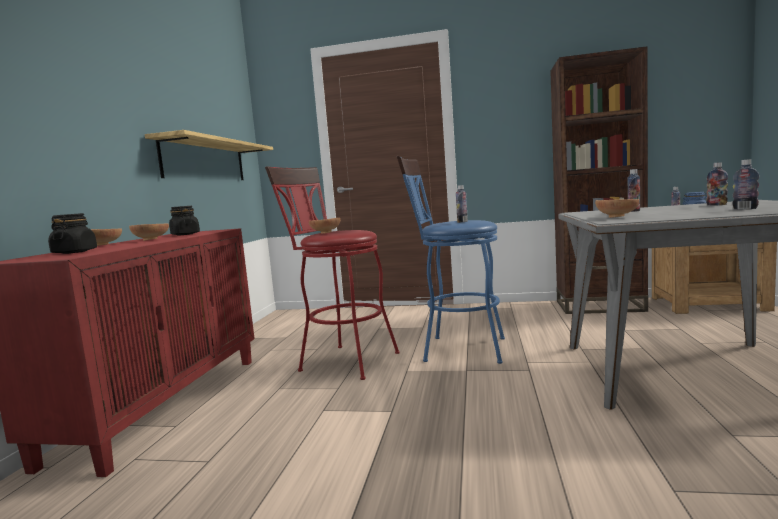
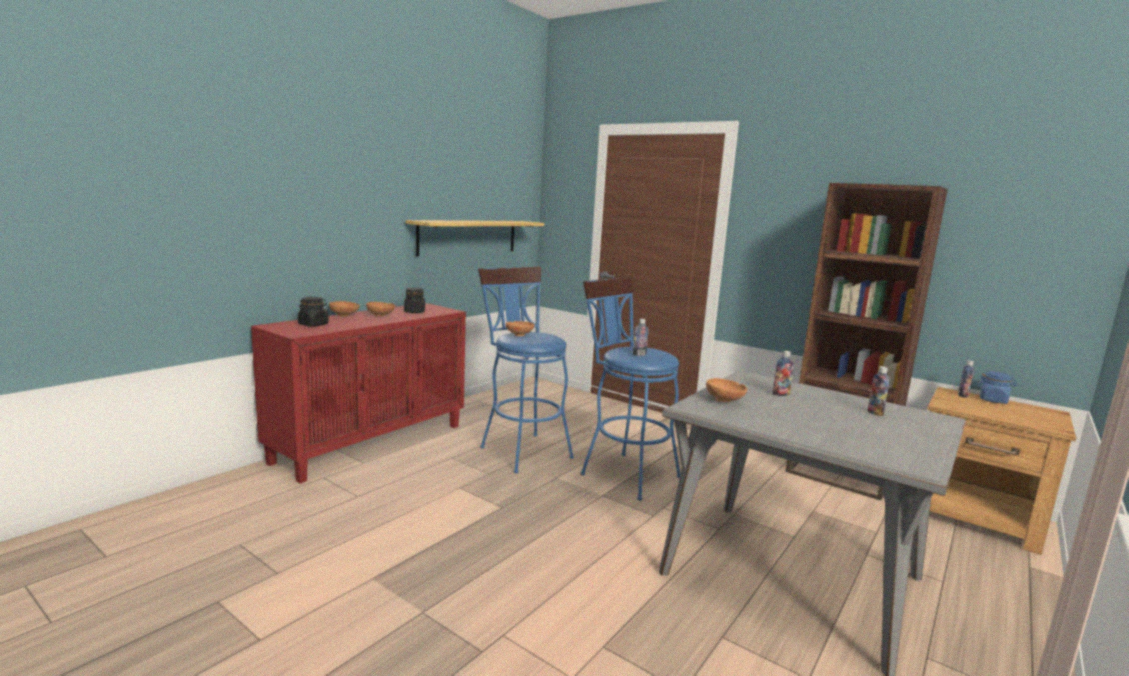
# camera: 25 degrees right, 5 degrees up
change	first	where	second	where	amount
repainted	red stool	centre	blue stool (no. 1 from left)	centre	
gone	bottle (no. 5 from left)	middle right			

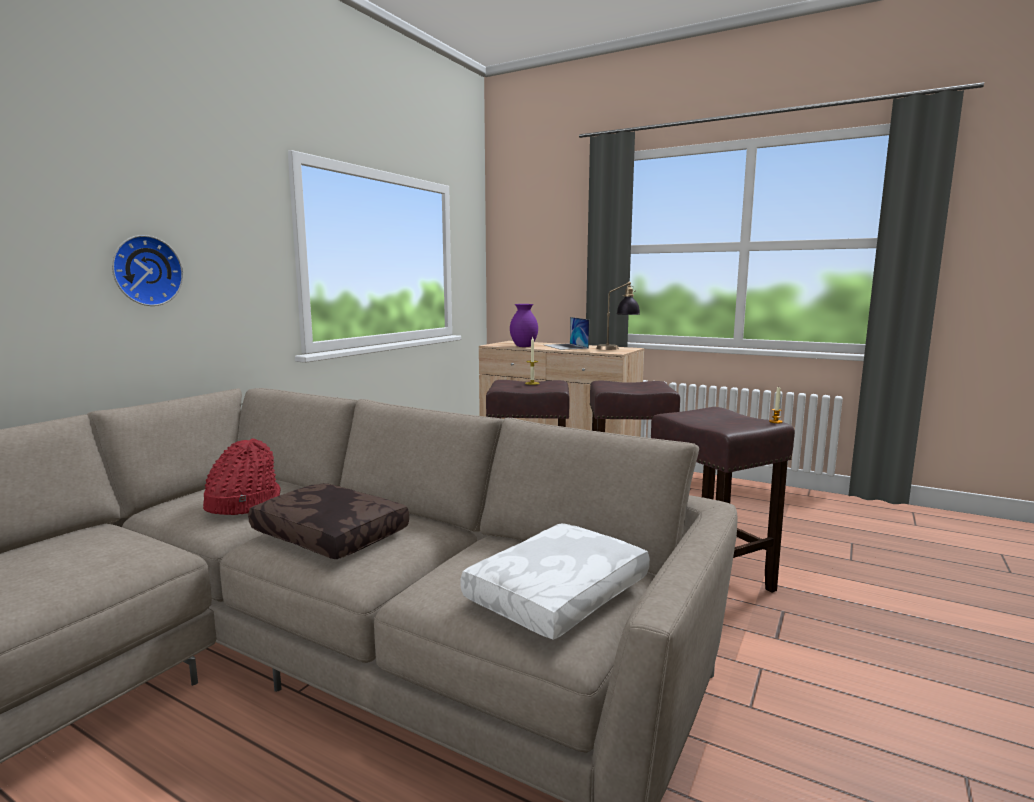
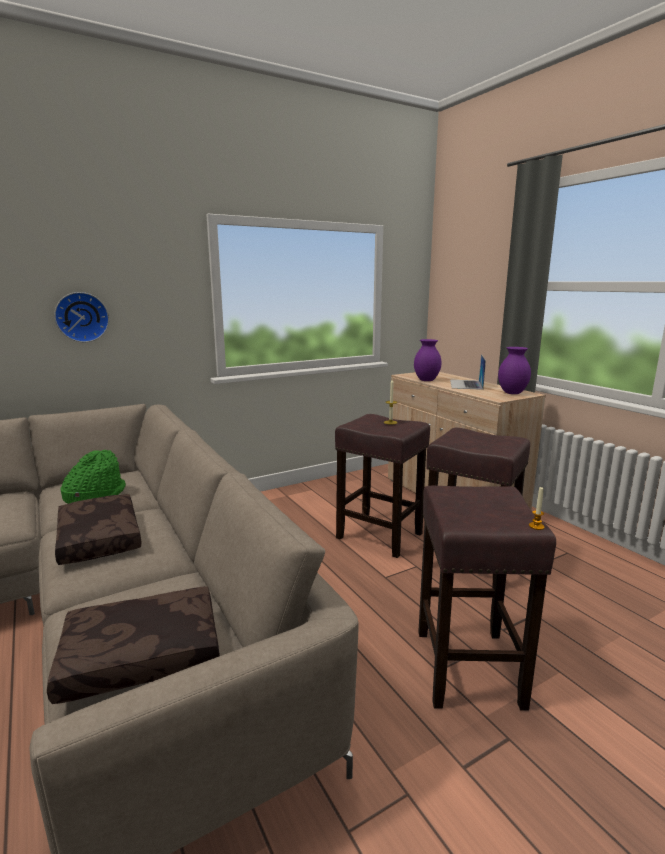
# camera: 30 degrees right, 5 degrees up
change	first	where	second	where	amount
repainted	red hat	middle left	green hat	middle left	
repainted	white pillow	bottom centre	brown pillow (no. 2 from left)	bottom left	
swapped	table lamp	centre	purple vase (no. 2 from left)	middle right	

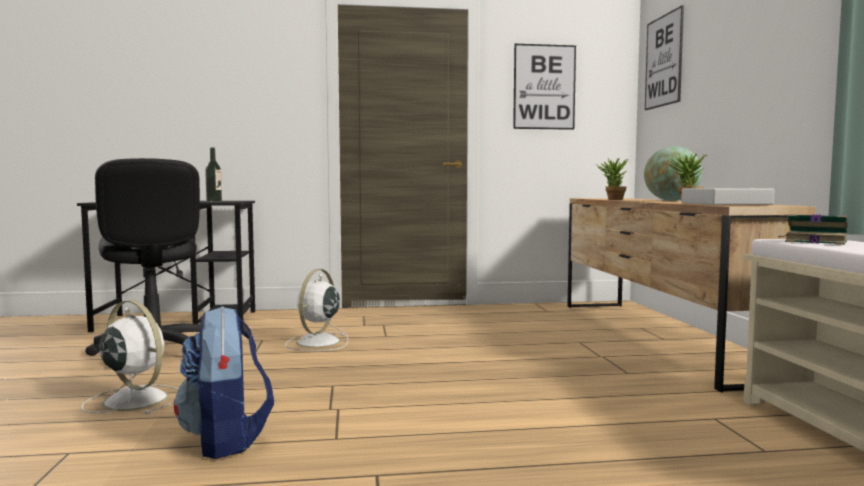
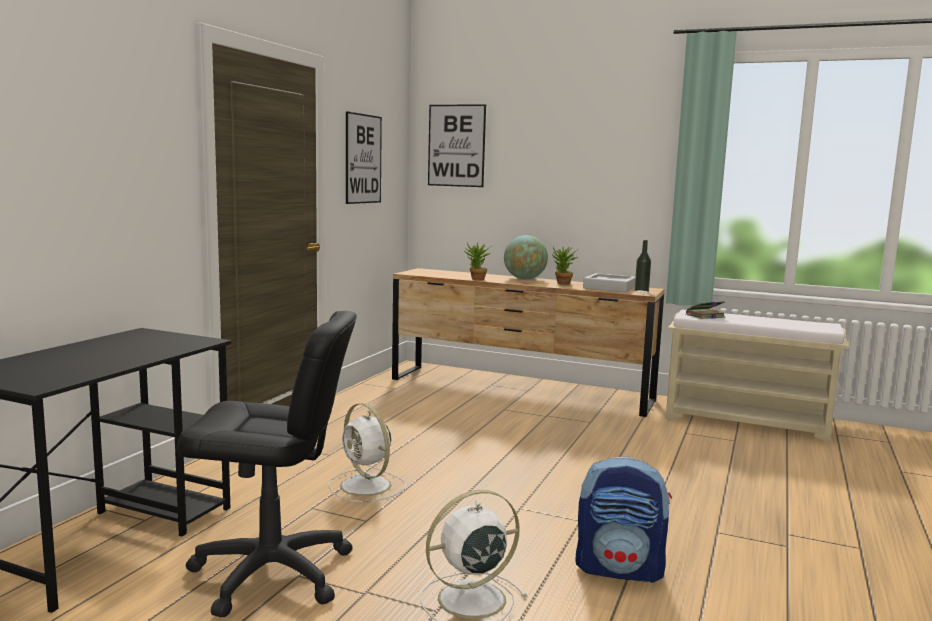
# camera: 60 degrees left, 5 degrees up
change	first	where	second	where	amount
shifted	bottle	middle left		middle right	

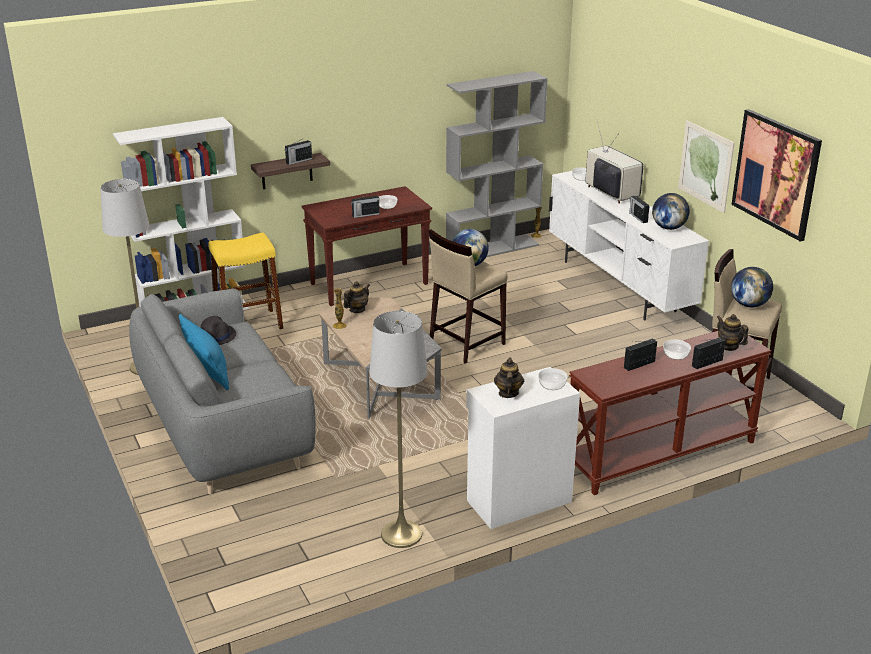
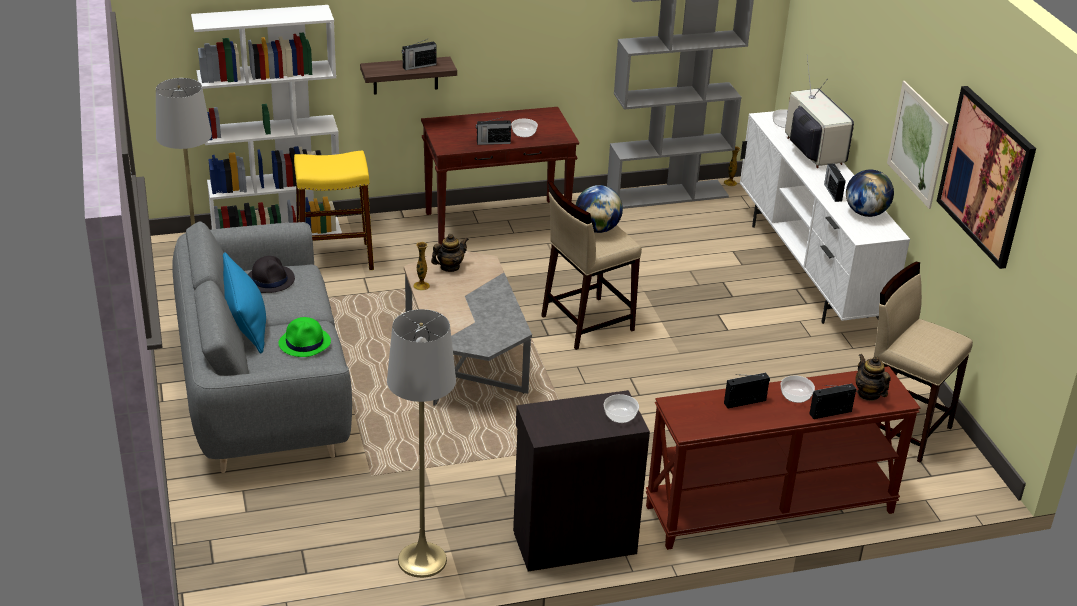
# camera: 10 degrees right, 5 degrees up
change	first	where	second	where	amount
repainted	white cabinet	bottom centre	black cabinet	bottom centre	
gone	teapot (no. 2 from left)	centre			
gone	globe (no. 3 from left)	middle right			
new			green hat	middle left	

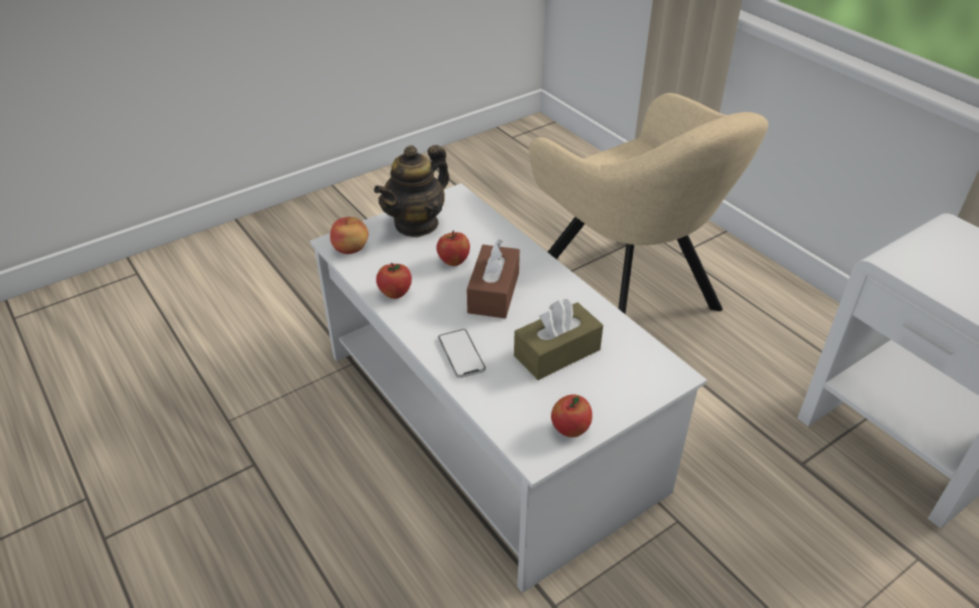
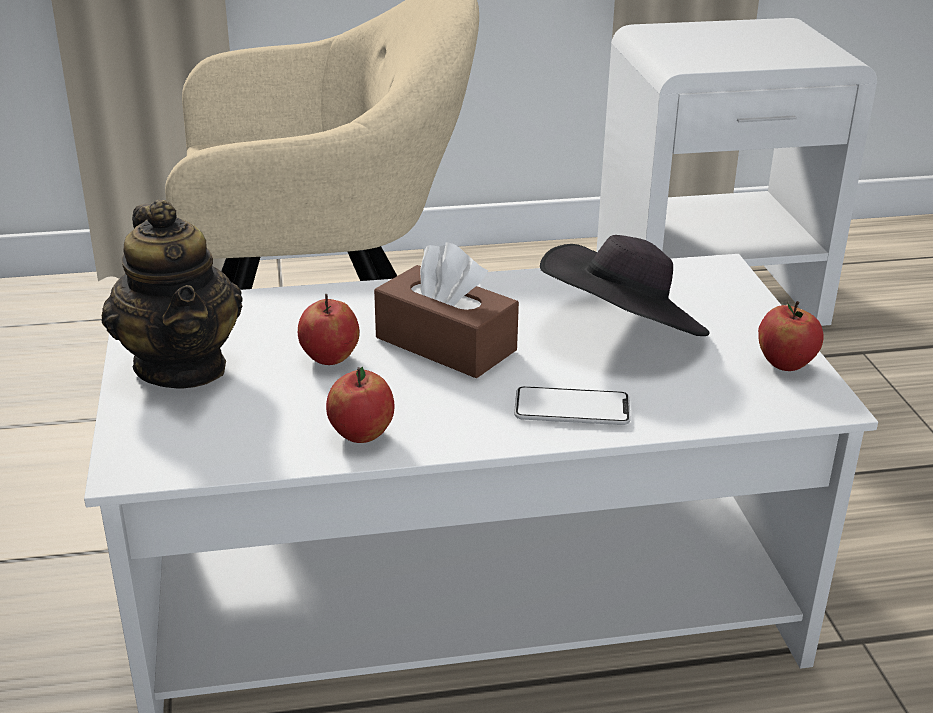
# camera: 65 degrees left, 10 degrees down
change	first	where	second	where	amount
gone	apple (no. 1 from left)	centre			
swapped	brown tissue box (no. 2 from left)	centre	black hat	middle right	

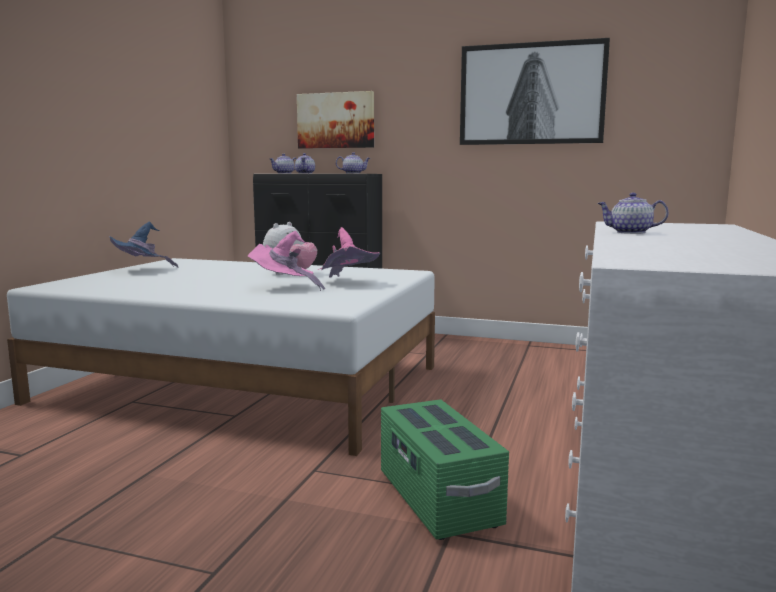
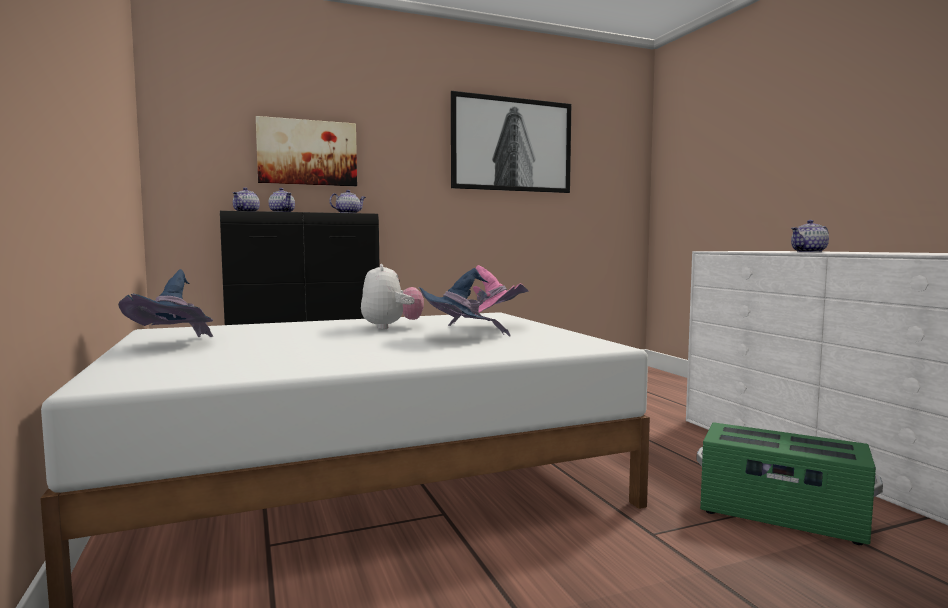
# camera: 40 degrees left, 5 degrees down
change	first	where	second	where	amount
repainted	pink hat (no. 1 from left)	centre	blue hat (no. 2 from left)	centre	

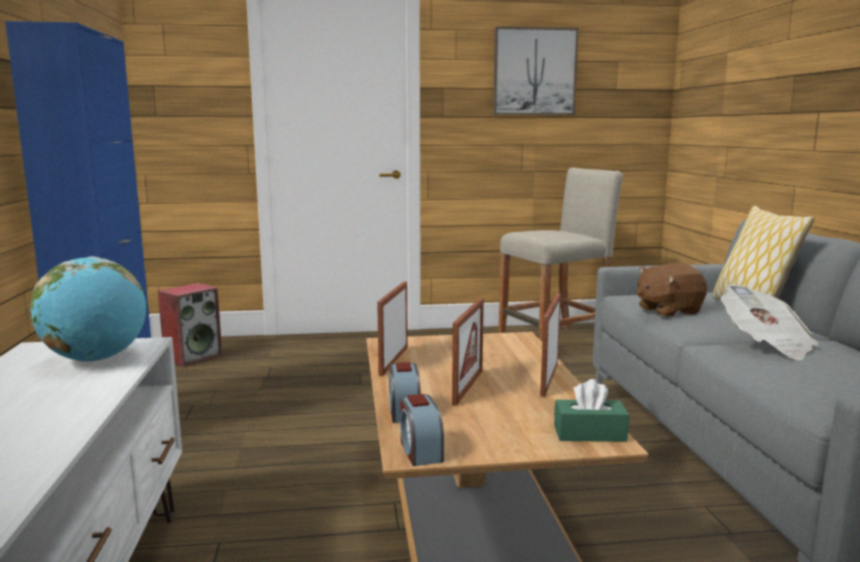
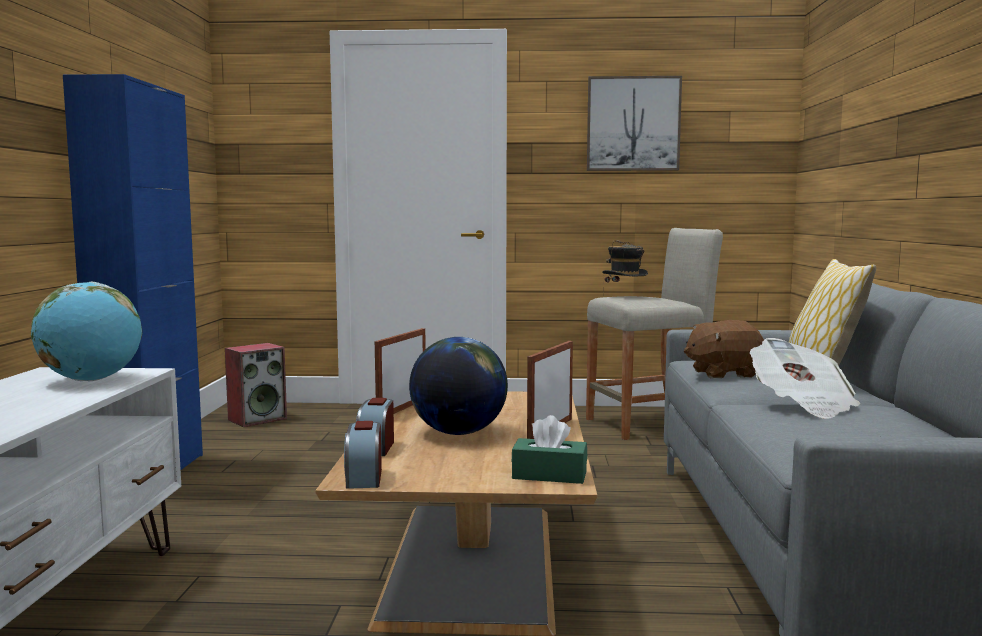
# camera: 10 degrees right, 5 degrees down
change	first	where	second	where	amount
swapped	picture frame (no. 2 from left)	centre	globe (no. 2 from left)	centre	
new			hat	centre	

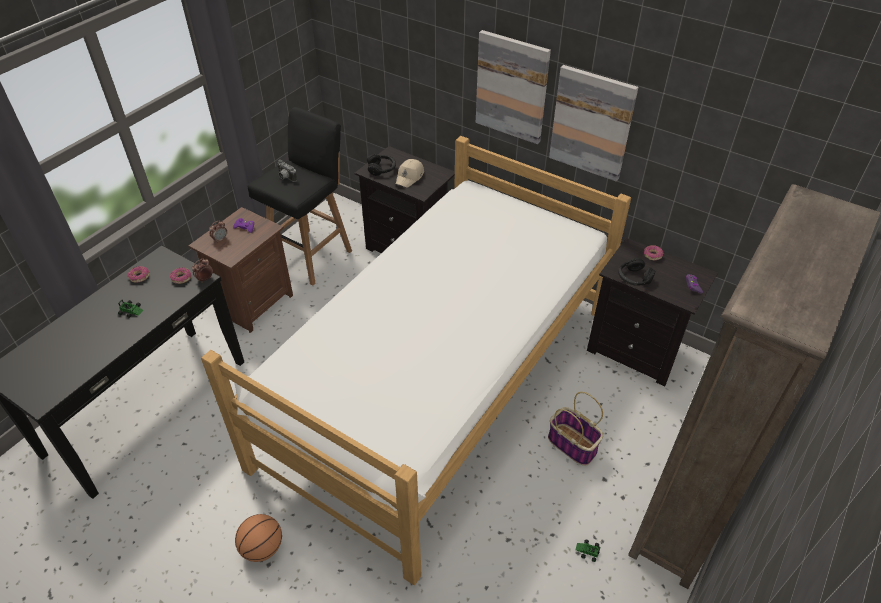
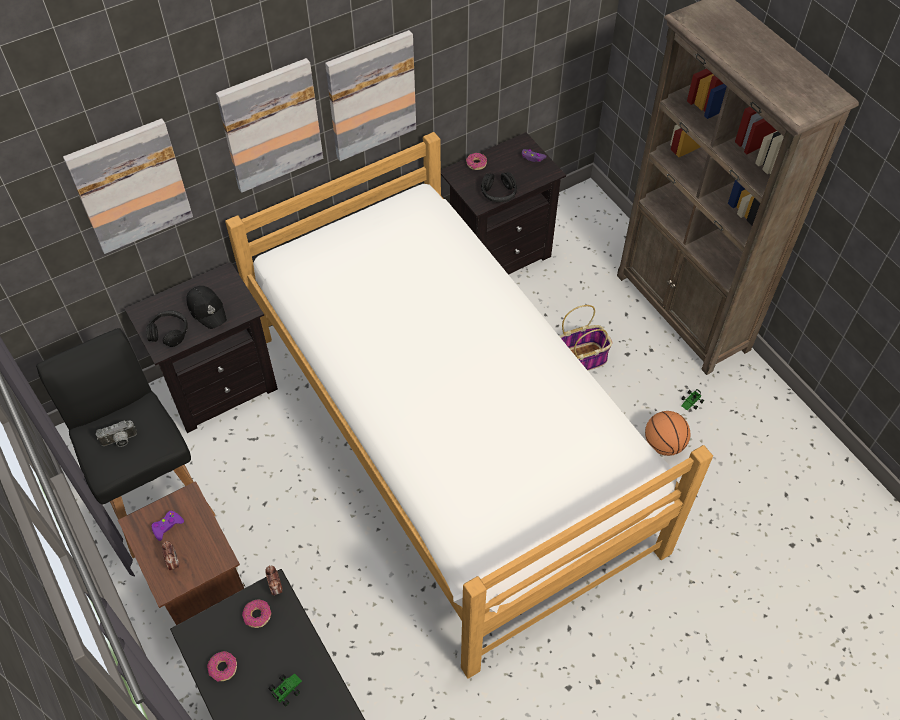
# camera: 65 degrees left, 10 degrees up
change	first	where	second	where	amount
shifted	basketball	bottom left		middle right	
repainted	beige cap	top centre	black cap	middle left	
new			picture (no. 1 from left)	top left	

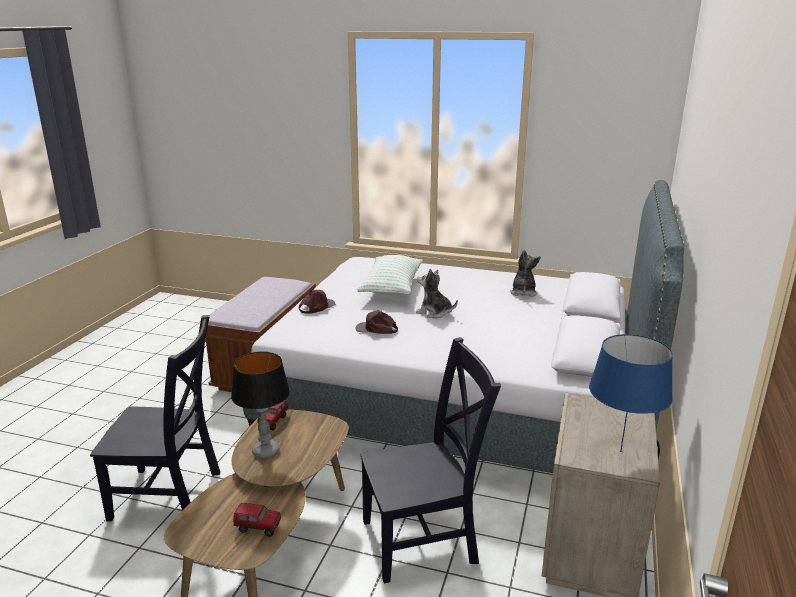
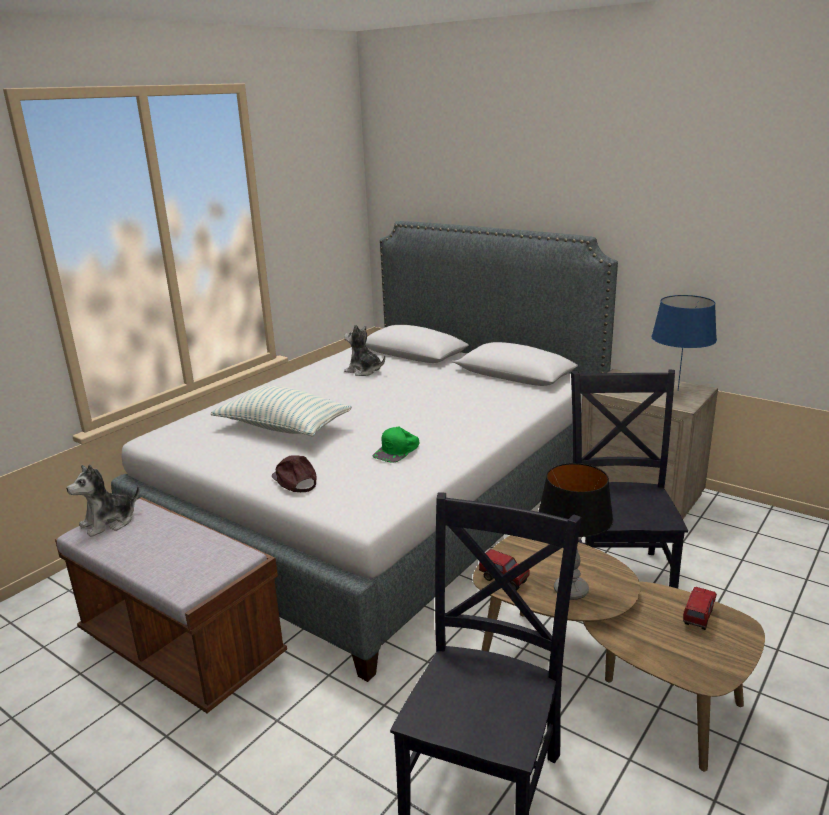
# camera: 70 degrees left, 0 degrees up
change	first	where	second	where	amount
repainted	brown cap (no. 2 from left)	centre	green cap	centre	
shifted	plush toy (no. 1 from left)	centre		middle left	

